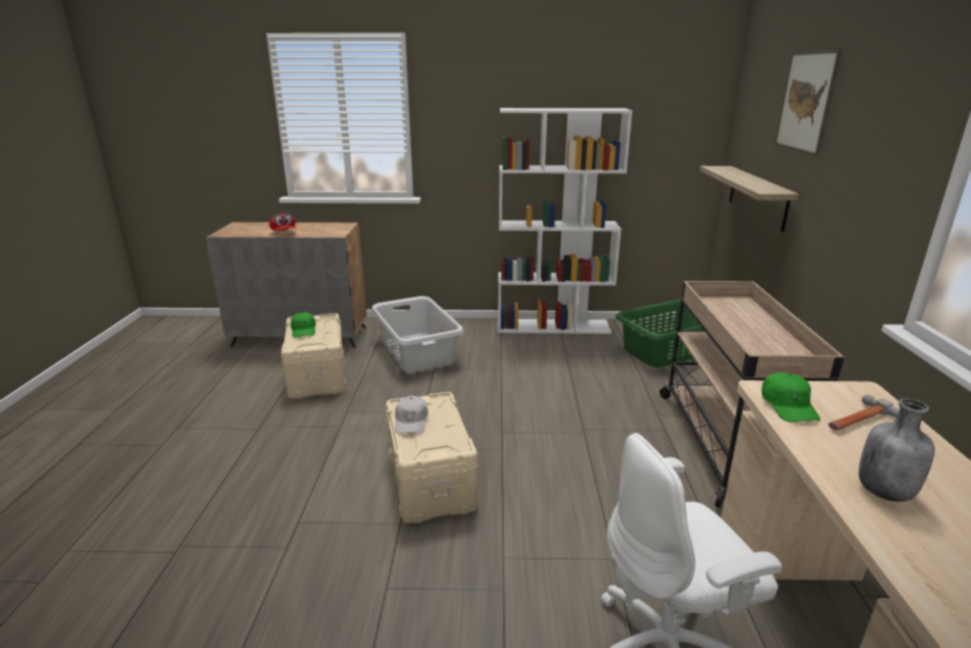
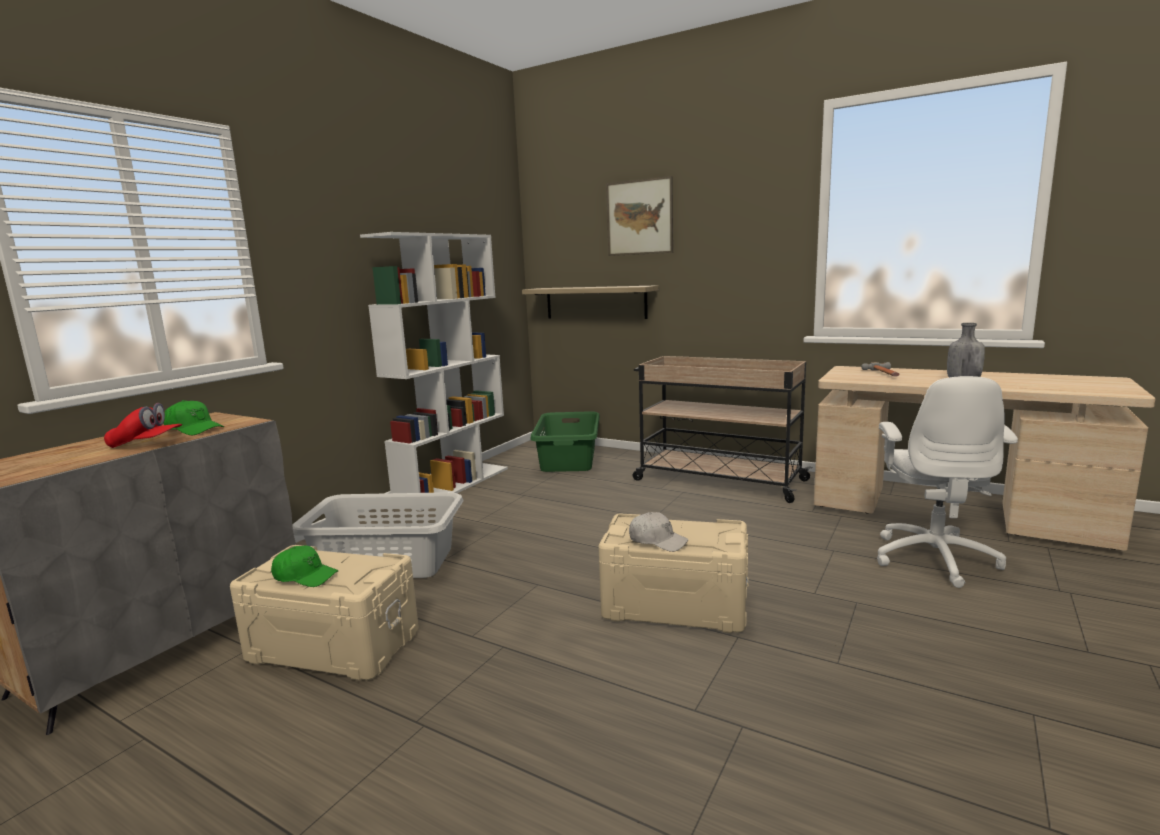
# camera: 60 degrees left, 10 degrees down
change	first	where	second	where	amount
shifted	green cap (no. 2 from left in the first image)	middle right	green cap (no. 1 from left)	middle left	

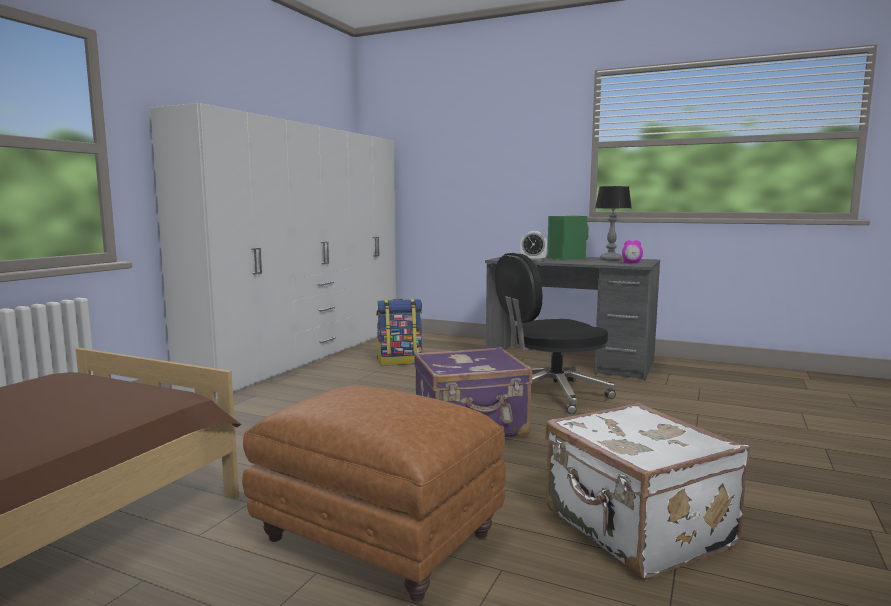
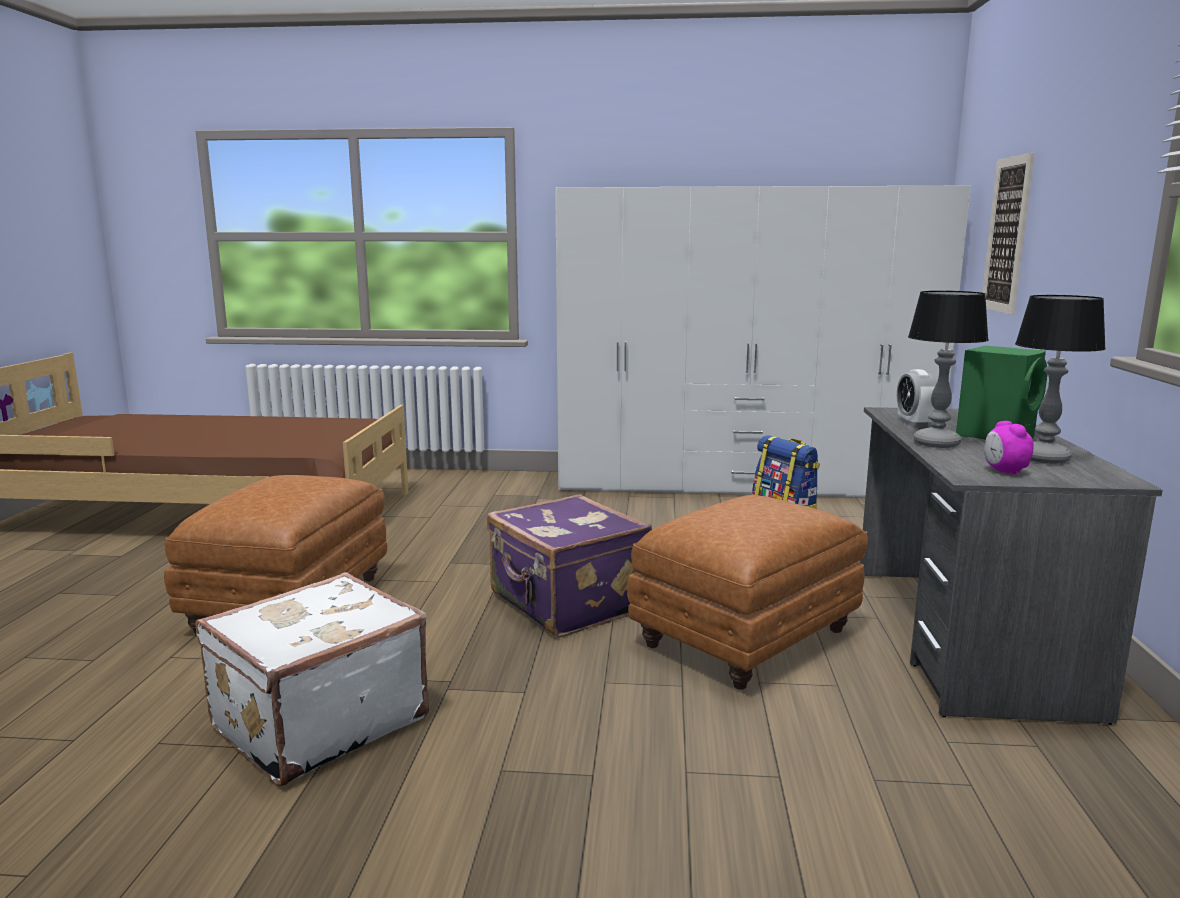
# camera: 70 degrees right, 5 degrees up
change	first	where	second	where	amount
swapped	black office chair	centre	brown ottoman (no. 2 from left)	centre	
new			table lamp (no. 1 from left)	middle right	
new			picture	top right	

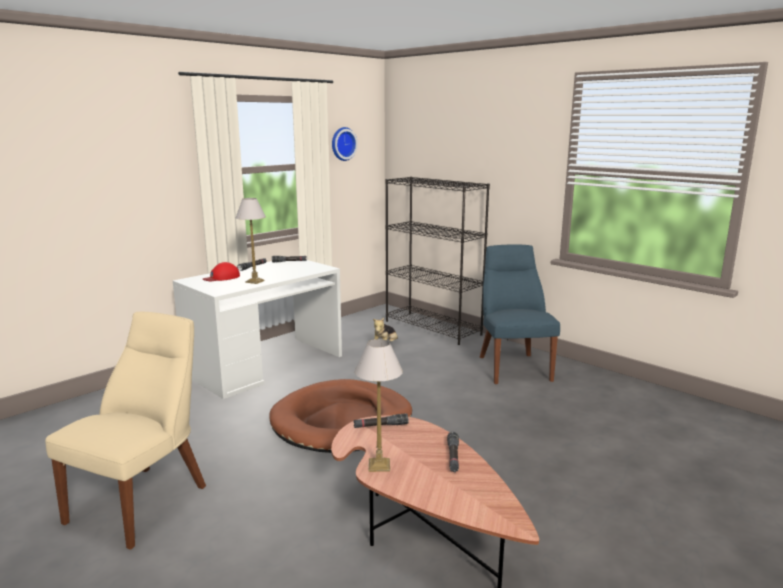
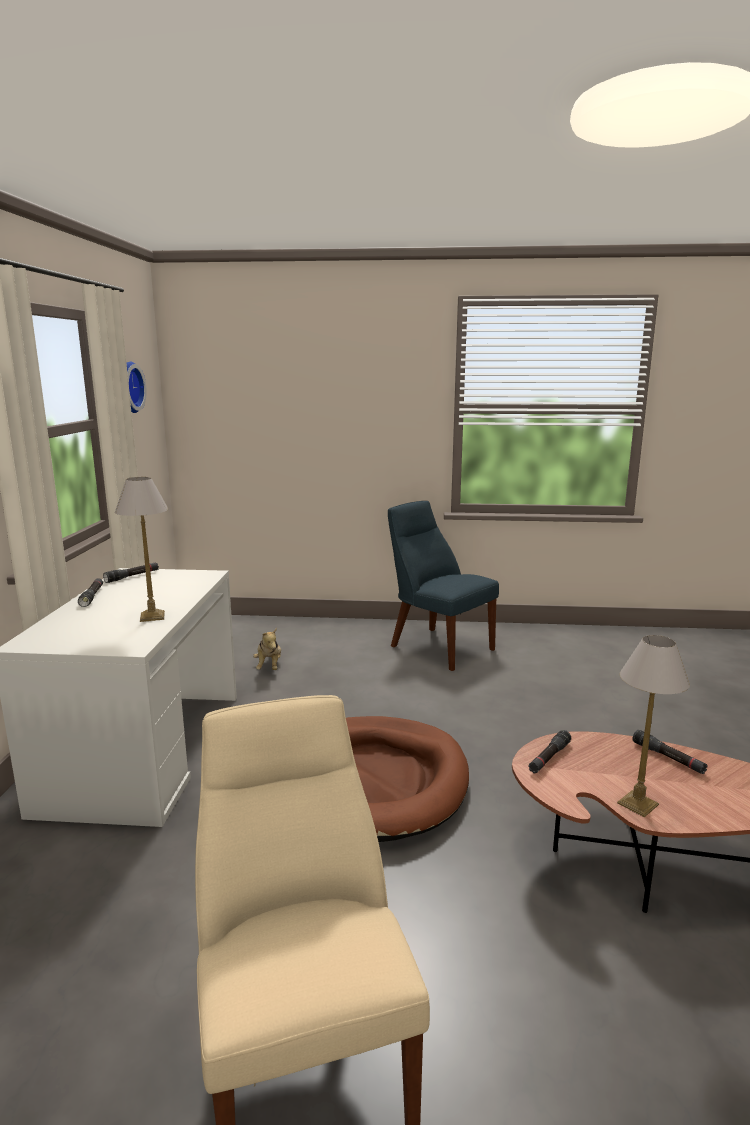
# camera: 40 degrees left, 0 degrees up
change	first	where	second	where	amount
gone	red cap	middle left			
gone	black bookcase	centre			

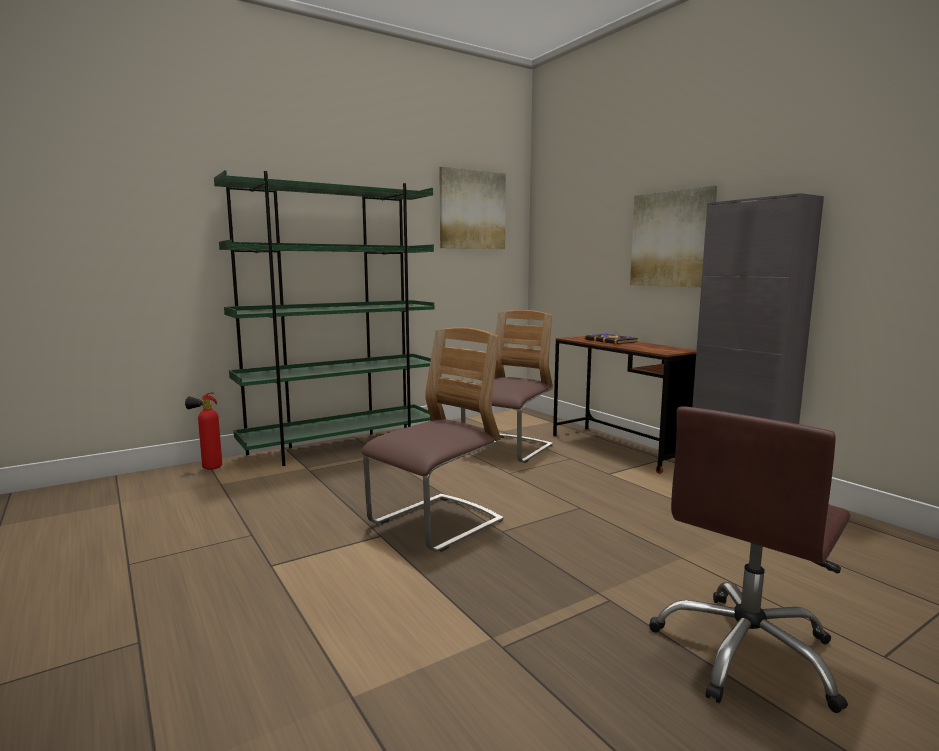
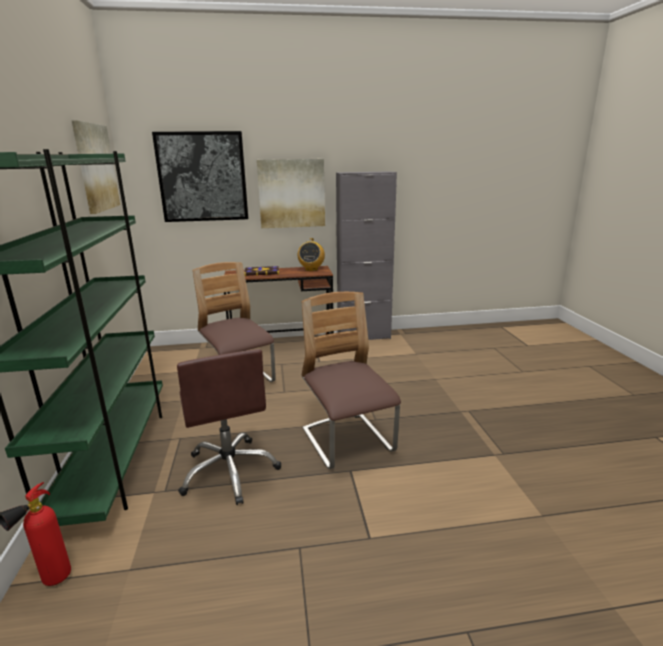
# camera: 65 degrees left, 10 degrees up
change	first	where	second	where	amount
shifted	brown office chair	bottom right		centre	
new			picture (no. 2 from left)	top left	
new			radio	centre	

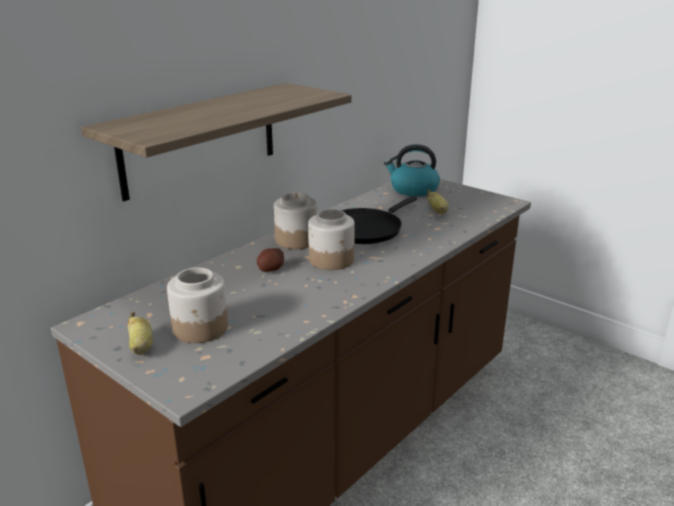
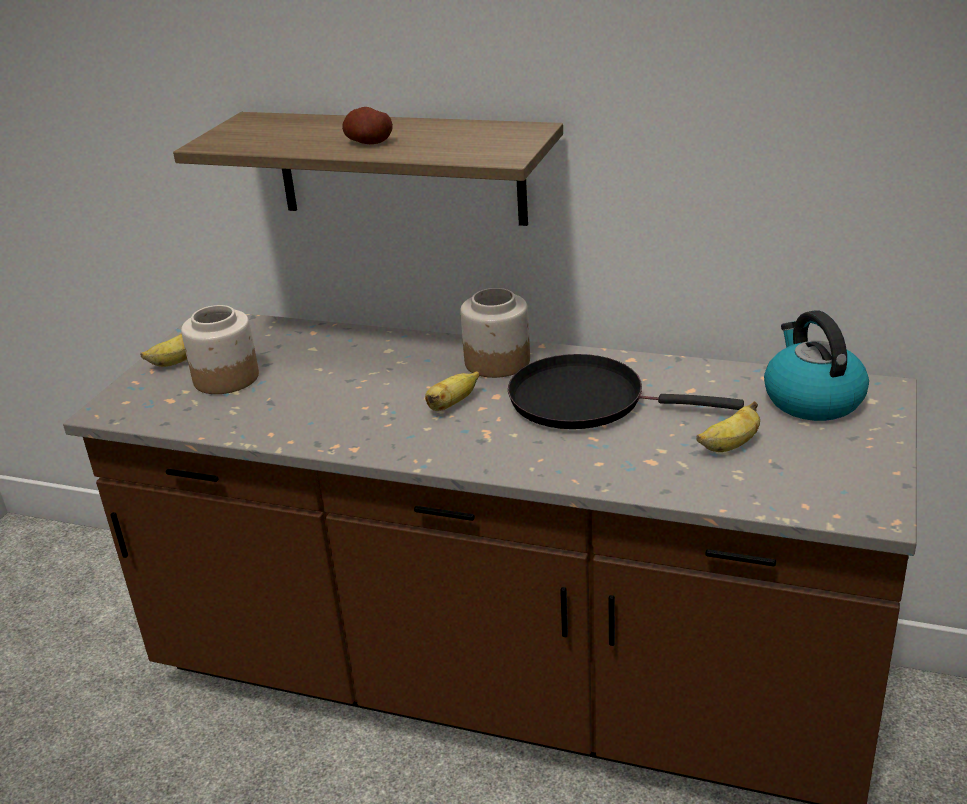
# camera: 70 degrees right, 5 degrees up
change	first	where	second	where	amount
shifted	potato	centre		top centre	
swapped	jar (no. 3 from left)	centre	banana (no. 2 from left)	centre	

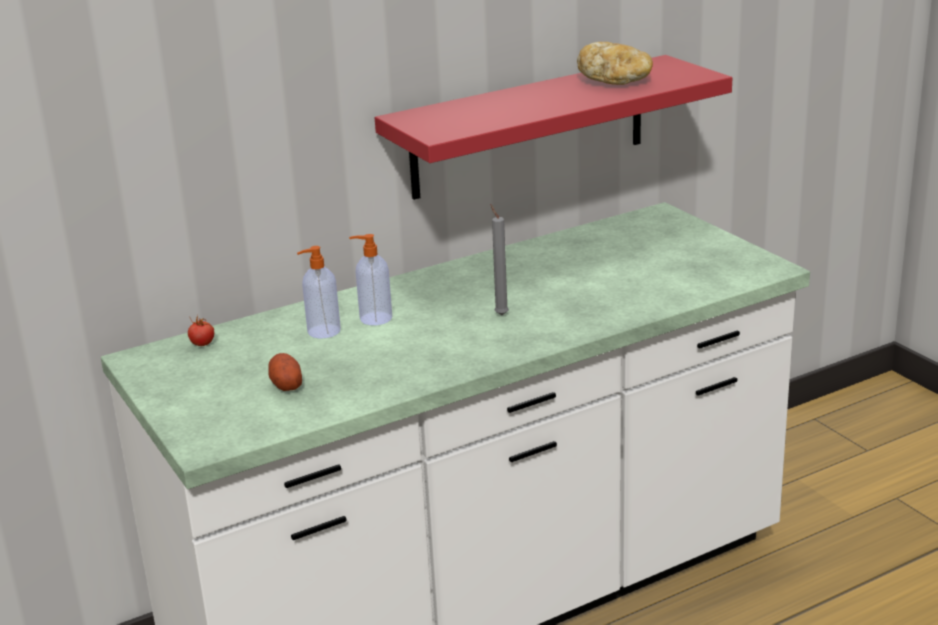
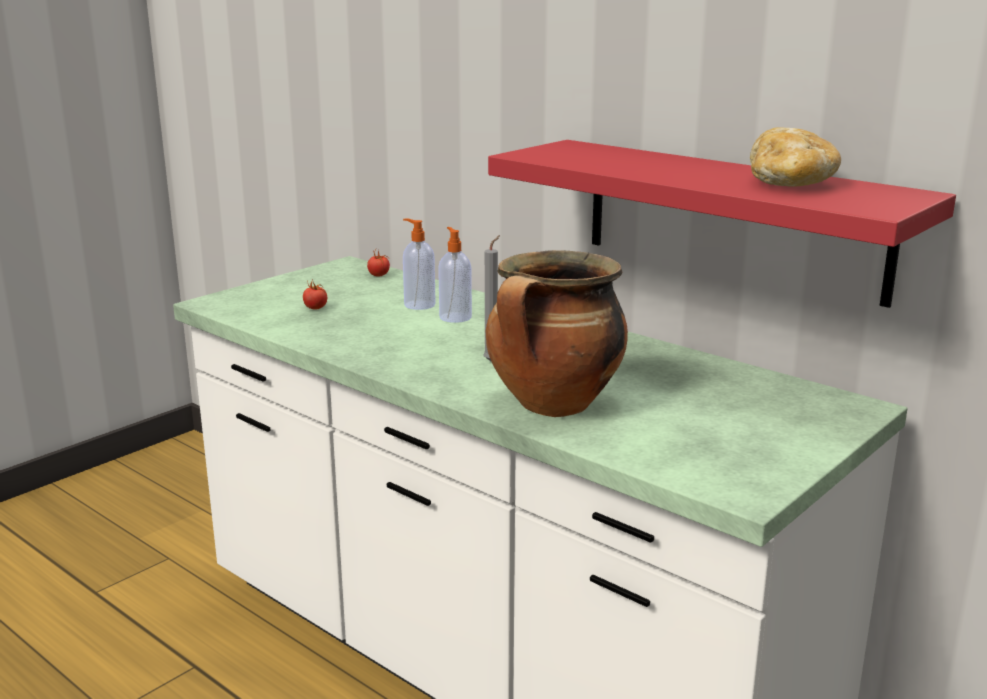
# camera: 70 degrees right, 5 degrees down
change	first	where	second	where	amount
swapped	potato	middle left	tomato (no. 1 from left)	middle left	
new			cooking pot	centre	

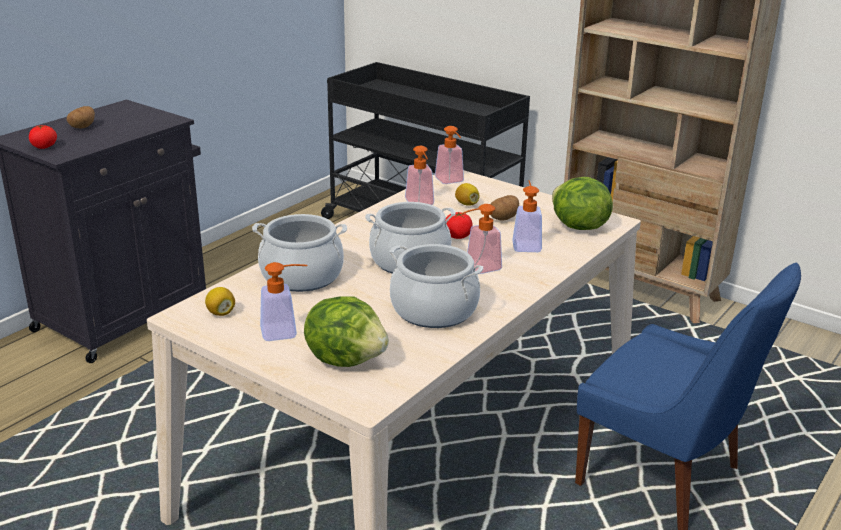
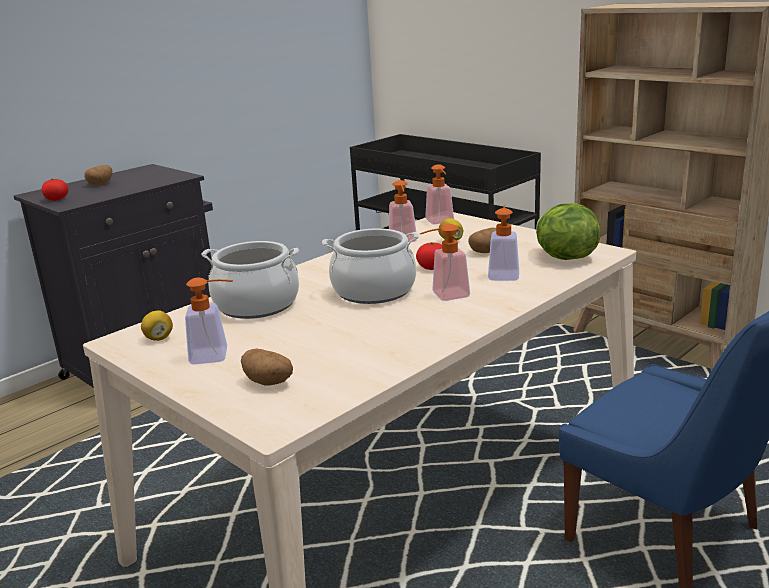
# camera: 10 degrees right, 5 degrees down
change	first	where	second	where	amount
swapped	lettuce (no. 1 from left)	centre	potato (no. 2 from left)	centre	
gone	cooking pot (no. 3 from left)	centre			

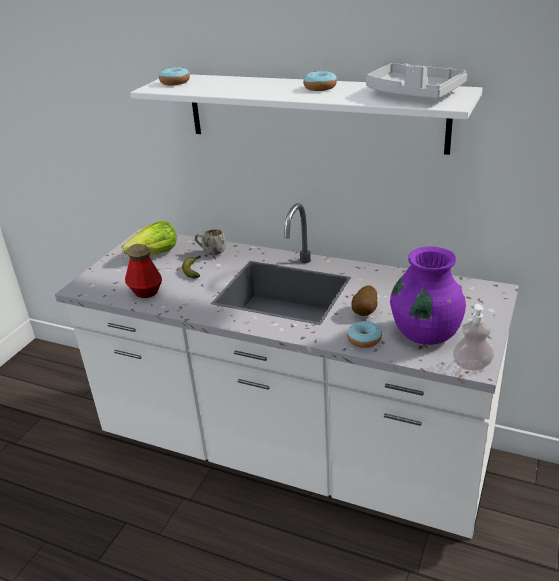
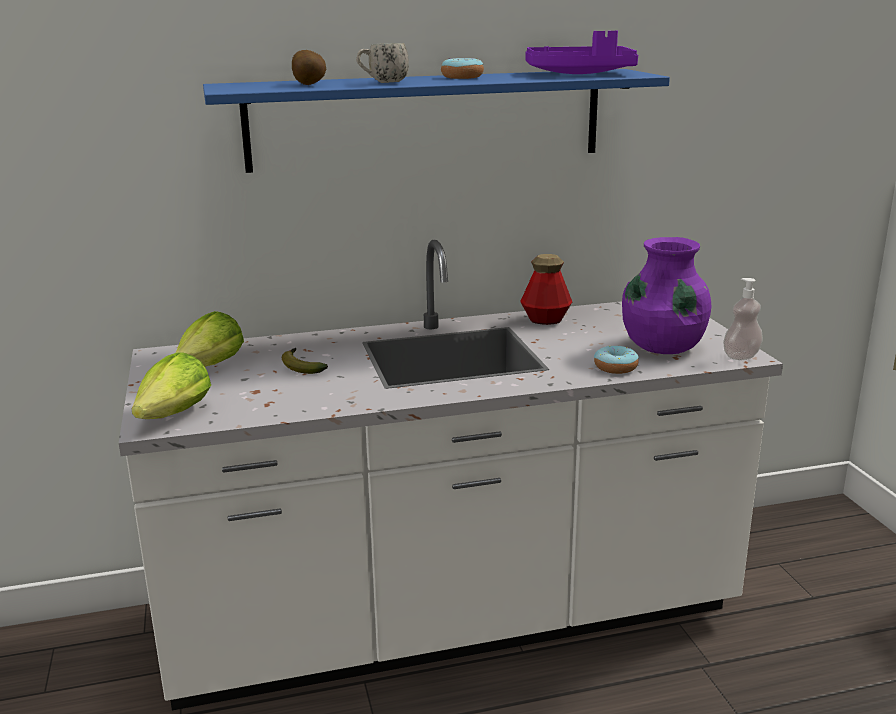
# camera: 40 degrees left, 10 degrees down
change	first	where	second	where	amount
shifted	bottle	middle left		centre	
repainted	white shelf	top centre	blue shelf	top centre	
gone	donut (no. 1 from left)	top left			
shifted	white mug	centre		top centre	
shifted	potato	centre		top centre	
repainted	grey tray	top right	purple tray	top centre	
new			lettuce (no. 1 from left)	middle left	

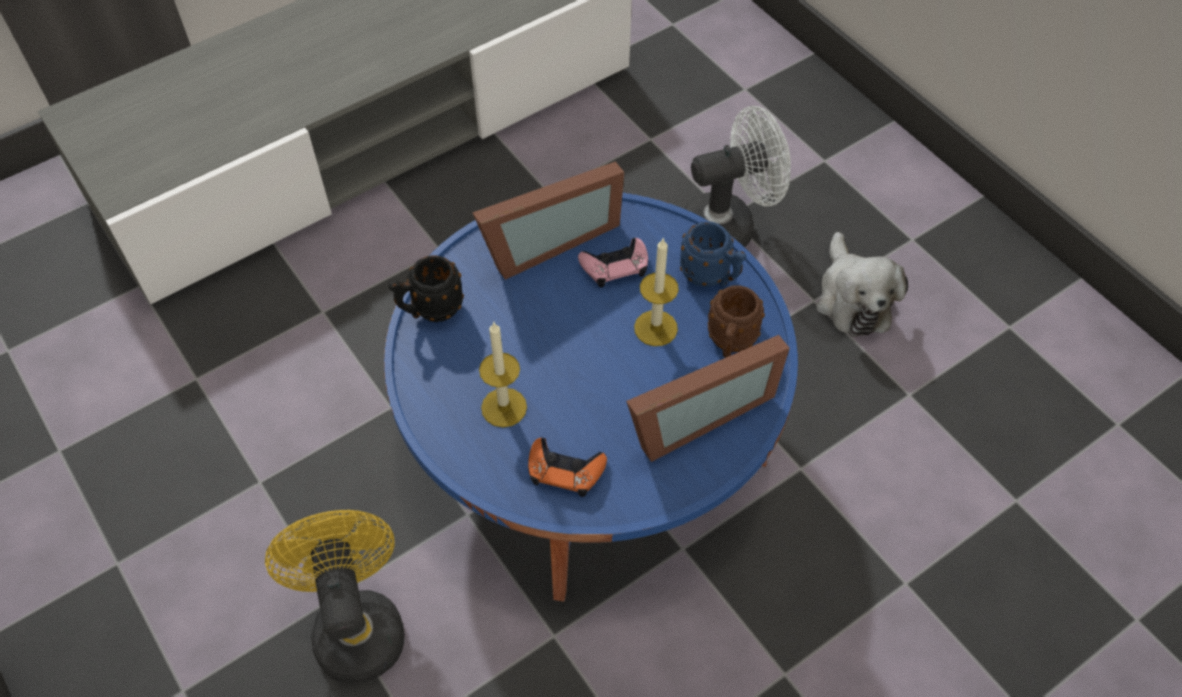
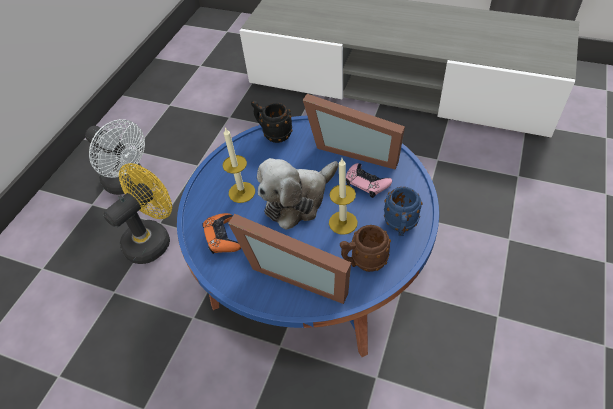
# camera: 60 degrees right, 5 degrees down
change	first	where	second	where	amount
shifted	white fan	top centre		middle left	
shifted	plush toy	middle right		centre	

